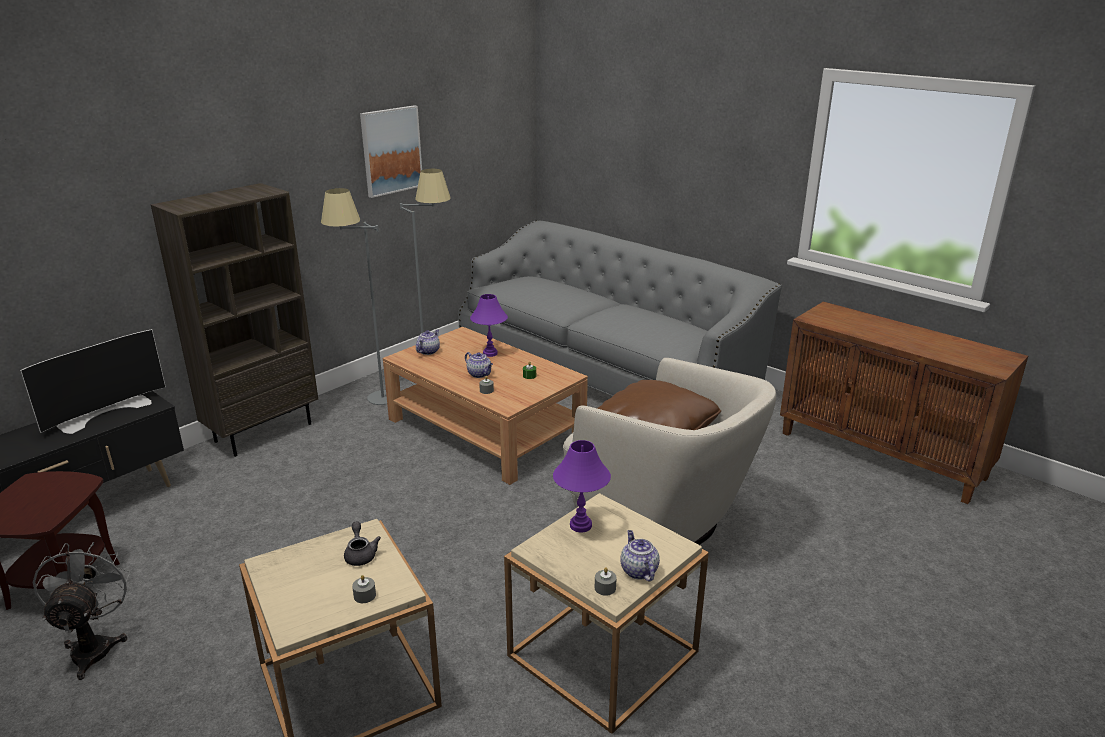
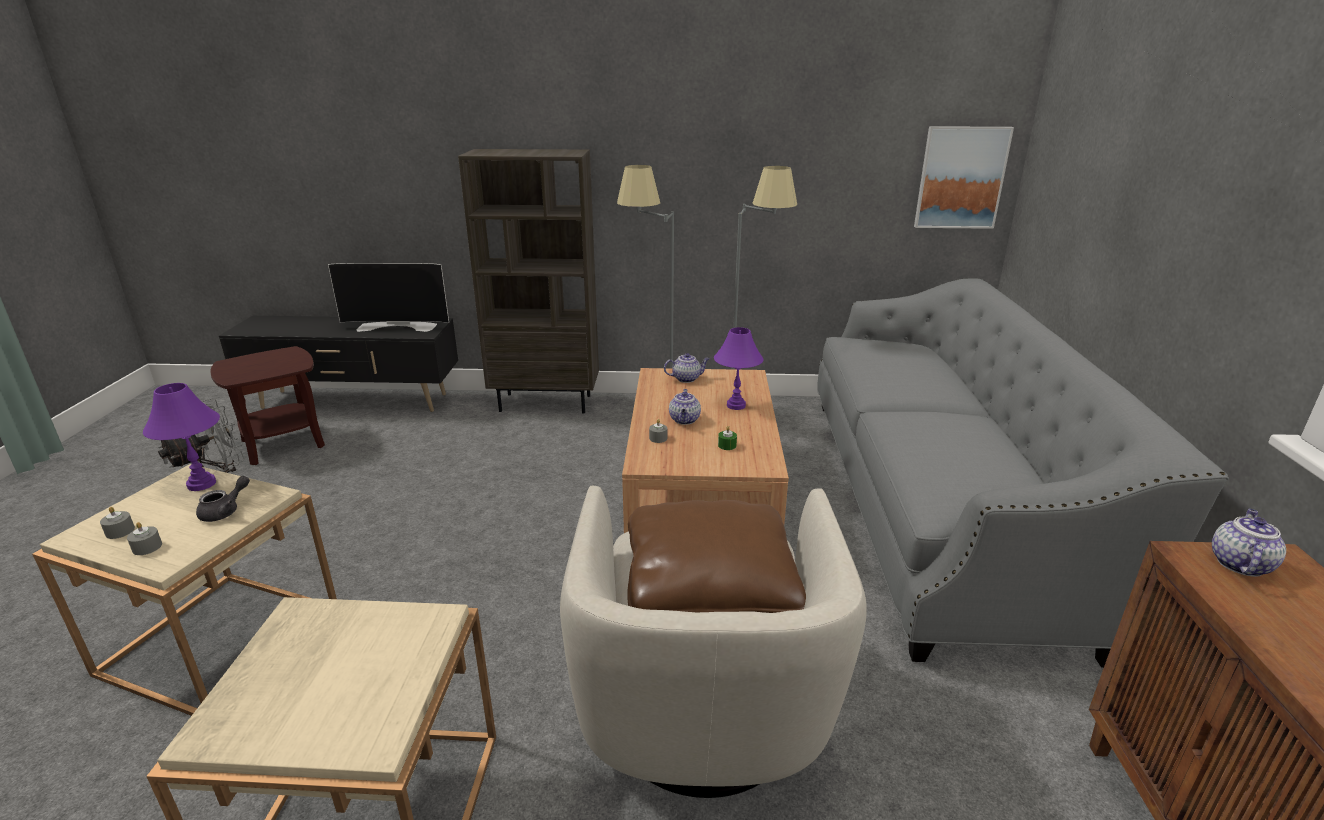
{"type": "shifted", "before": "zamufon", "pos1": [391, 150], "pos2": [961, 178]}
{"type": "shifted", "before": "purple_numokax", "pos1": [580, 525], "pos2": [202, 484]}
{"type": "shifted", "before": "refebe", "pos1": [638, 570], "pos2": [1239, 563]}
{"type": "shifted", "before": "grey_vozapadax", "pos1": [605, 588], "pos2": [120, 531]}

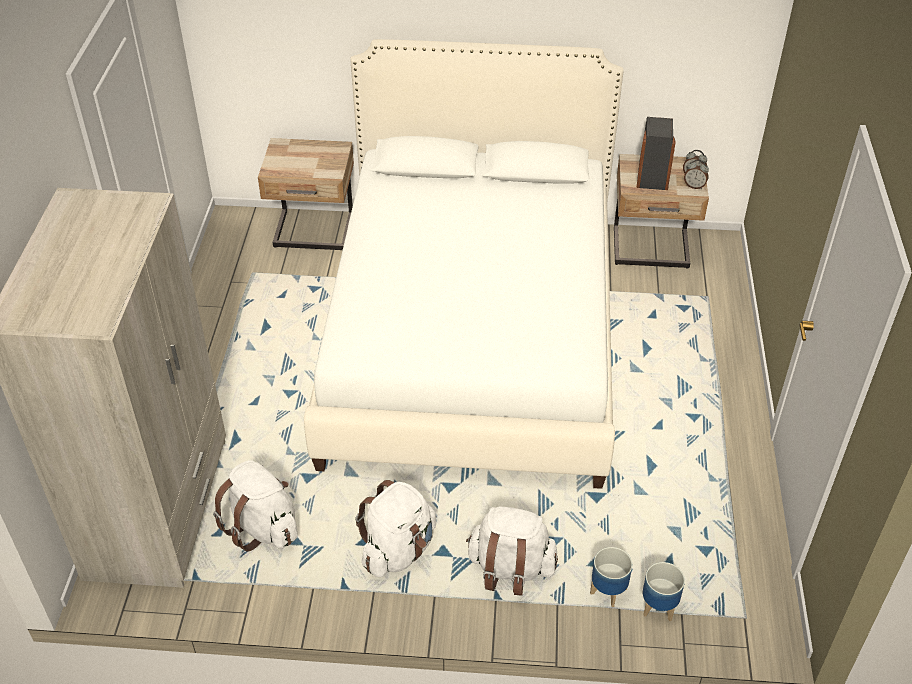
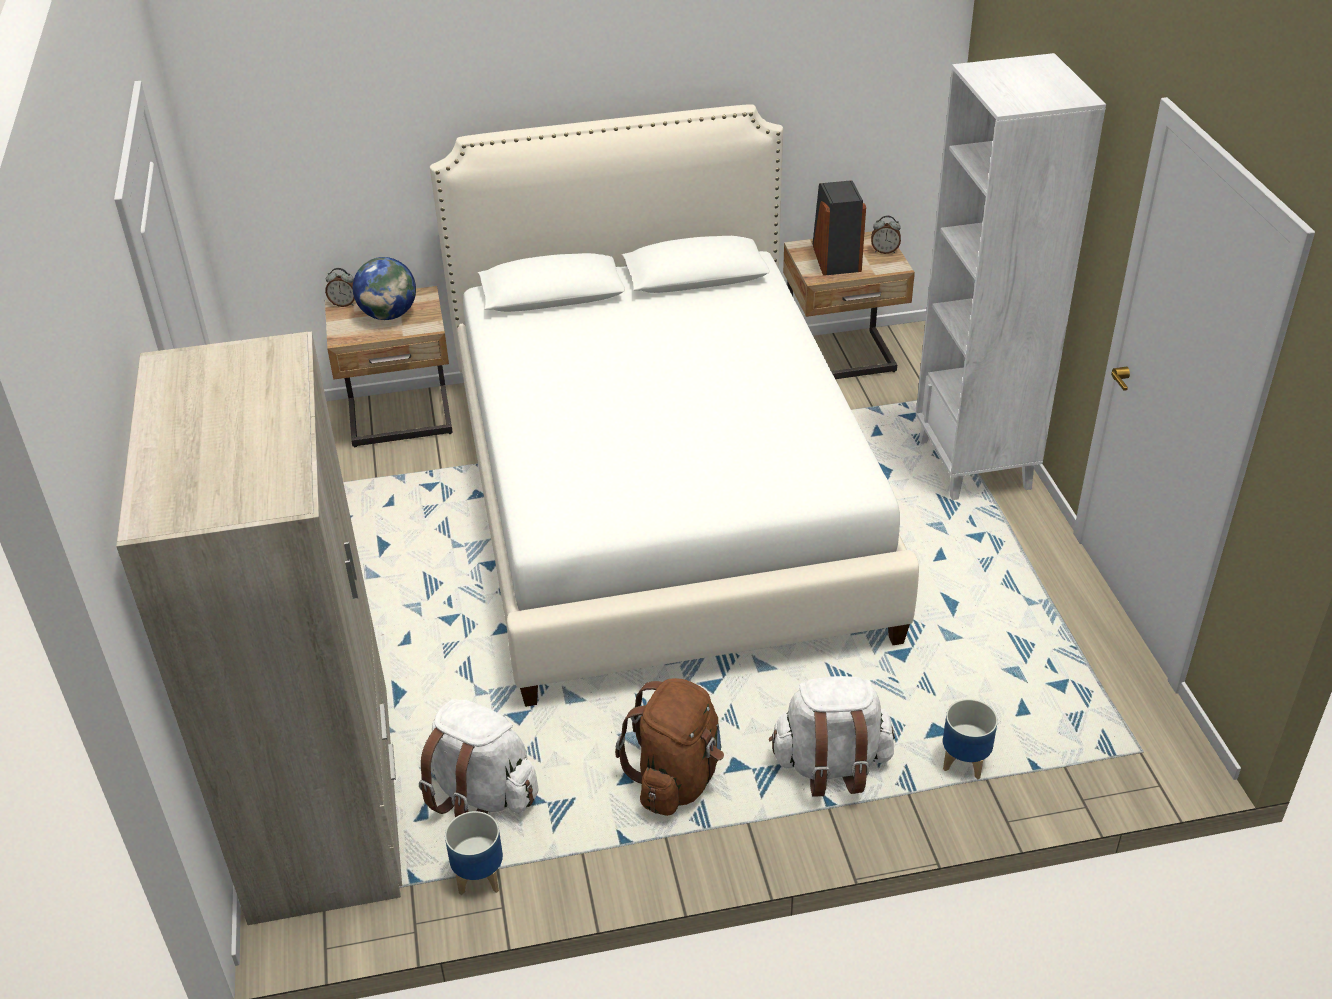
{"type": "shifted", "before": "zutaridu", "pos1": [694, 186], "pos2": [344, 304]}
{"type": "repainted", "before": "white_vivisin", "after": "brown_vivisin", "pos1": [398, 550], "pos2": [677, 778]}
{"type": "shifted", "before": "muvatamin", "pos1": [658, 606], "pos2": [479, 877]}
{"type": "new", "after": "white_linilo", "pos2": [975, 465]}
{"type": "new", "after": "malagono", "pos2": [389, 315]}

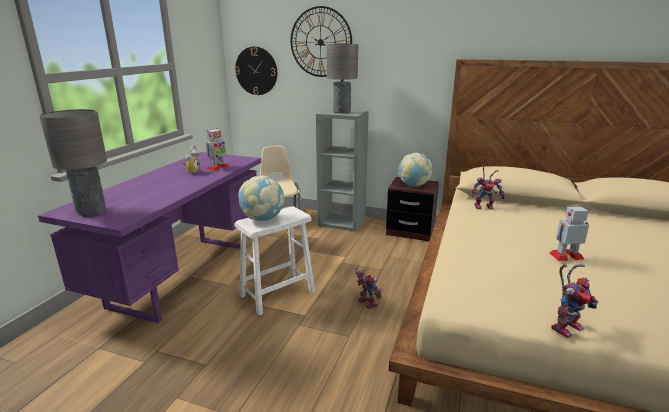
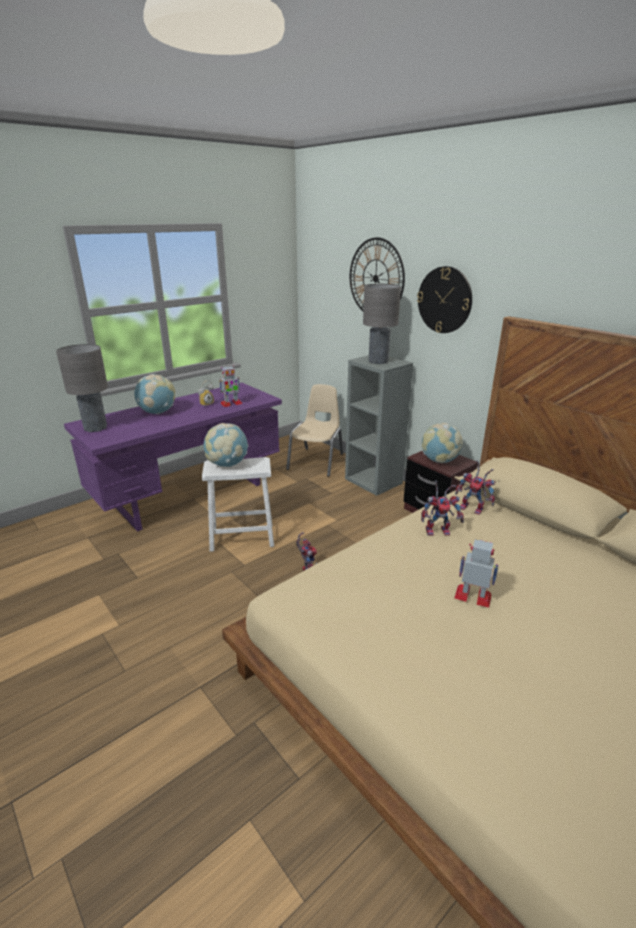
{"type": "shifted", "before": "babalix", "pos1": [256, 71], "pos2": [444, 300]}
{"type": "shifted", "before": "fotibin", "pos1": [566, 326], "pos2": [439, 530]}
{"type": "new", "after": "malagono", "pos2": [157, 412]}

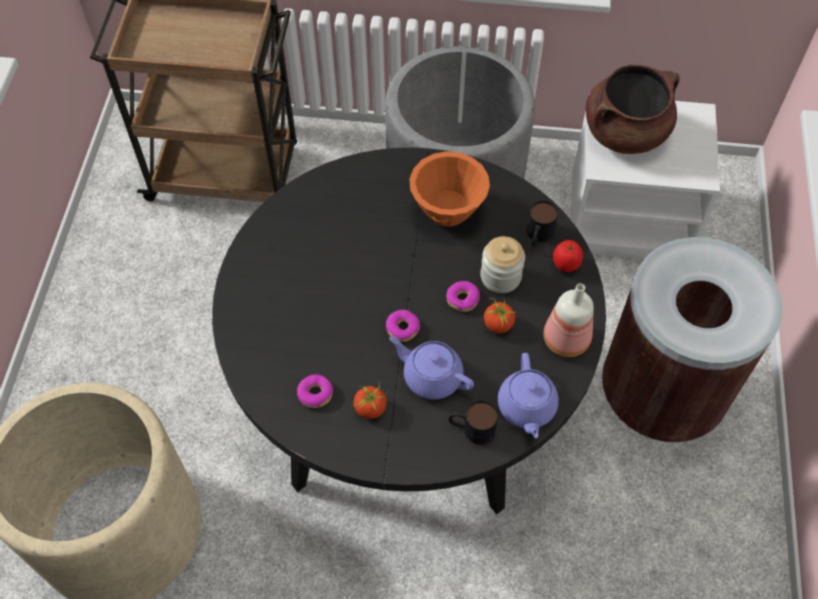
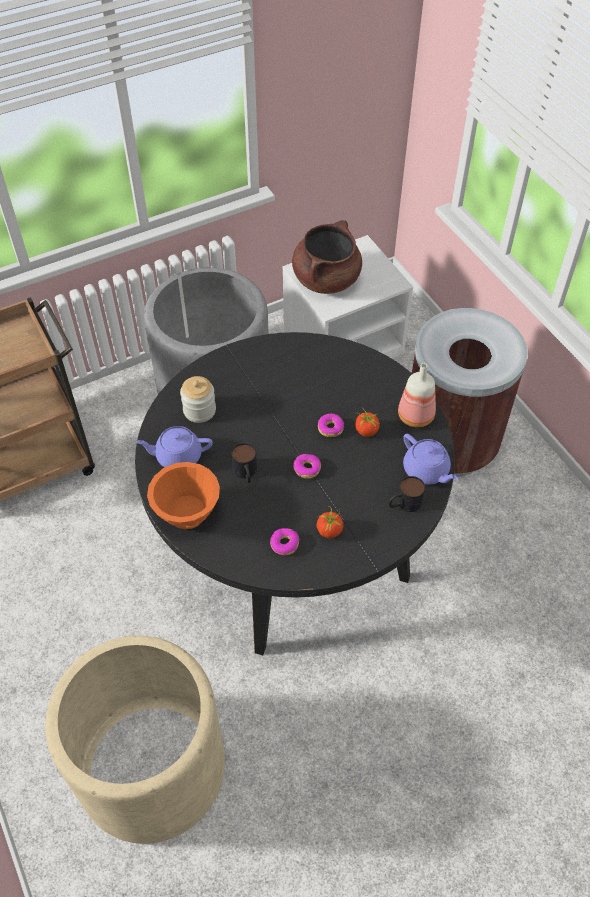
{"type": "shifted", "before": "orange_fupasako", "pos1": [447, 211], "pos2": [187, 514]}
{"type": "shifted", "before": "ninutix", "pos1": [538, 236], "pos2": [246, 473]}
{"type": "shifted", "before": "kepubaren", "pos1": [500, 277], "pos2": [199, 410]}
{"type": "gone", "before": "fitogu", "pos1": [566, 264]}
{"type": "shifted", "before": "purple_refebe", "pos1": [431, 376], "pos2": [177, 456]}

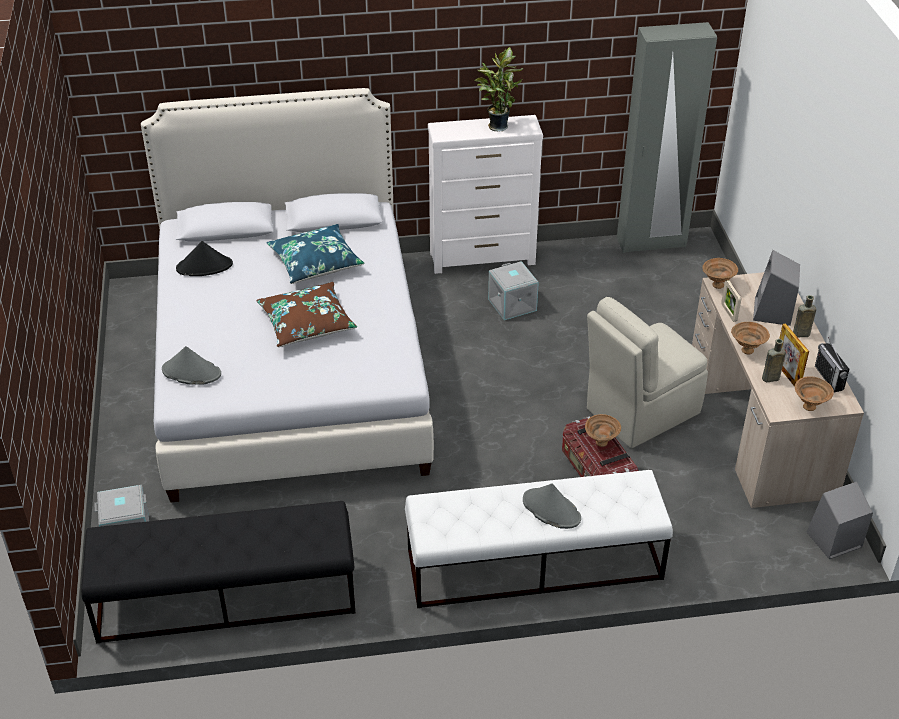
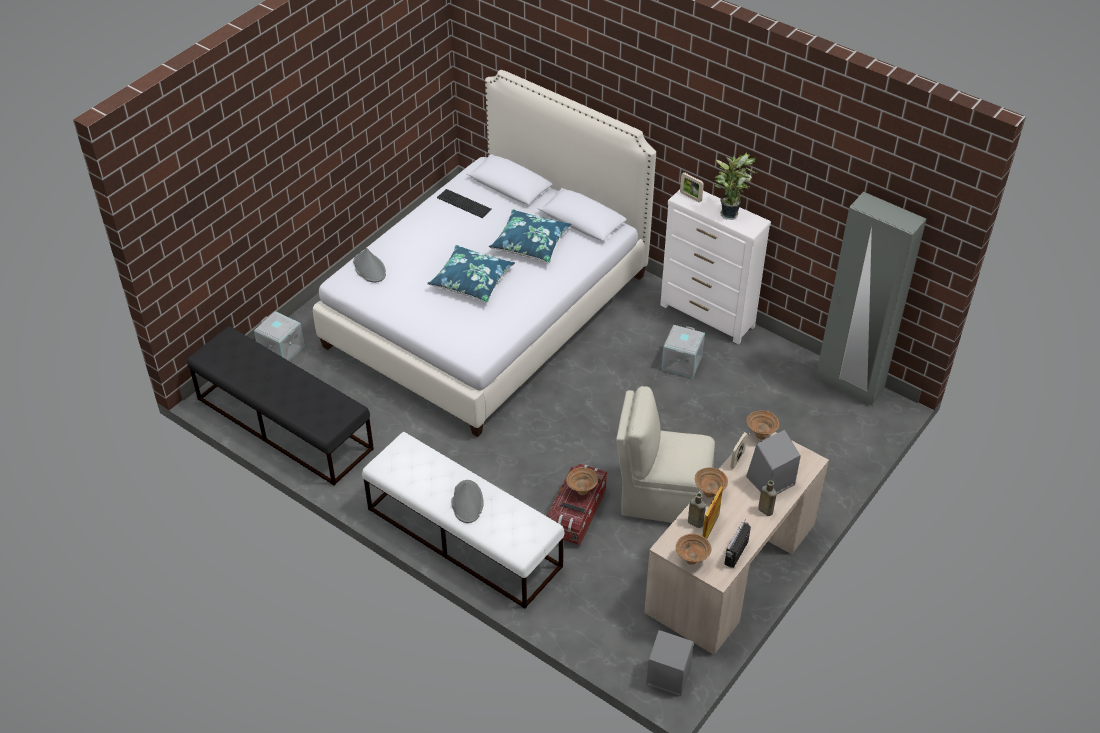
{"type": "swapped", "before": "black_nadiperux", "after": "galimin", "pos1": [204, 266], "pos2": [464, 203]}
{"type": "repainted", "before": "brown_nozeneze", "after": "blue_nozeneze", "pos1": [307, 323], "pos2": [471, 280]}
{"type": "new", "after": "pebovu", "pos2": [690, 197]}

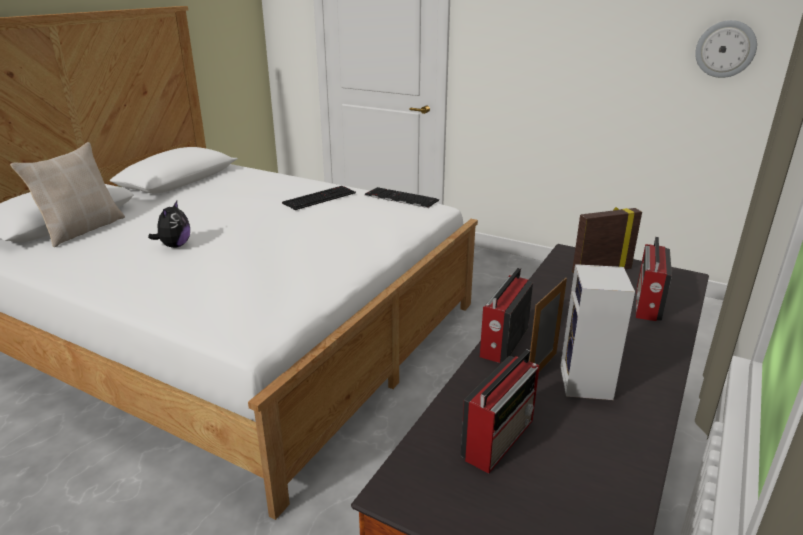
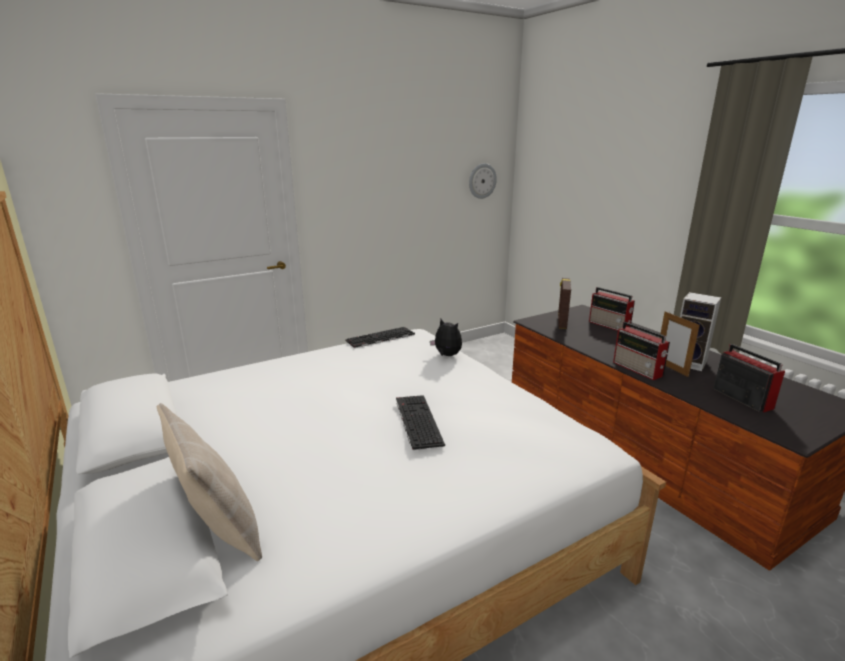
{"type": "shifted", "before": "galimin", "pos1": [319, 197], "pos2": [416, 420]}
{"type": "shifted", "before": "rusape", "pos1": [174, 246], "pos2": [446, 355]}

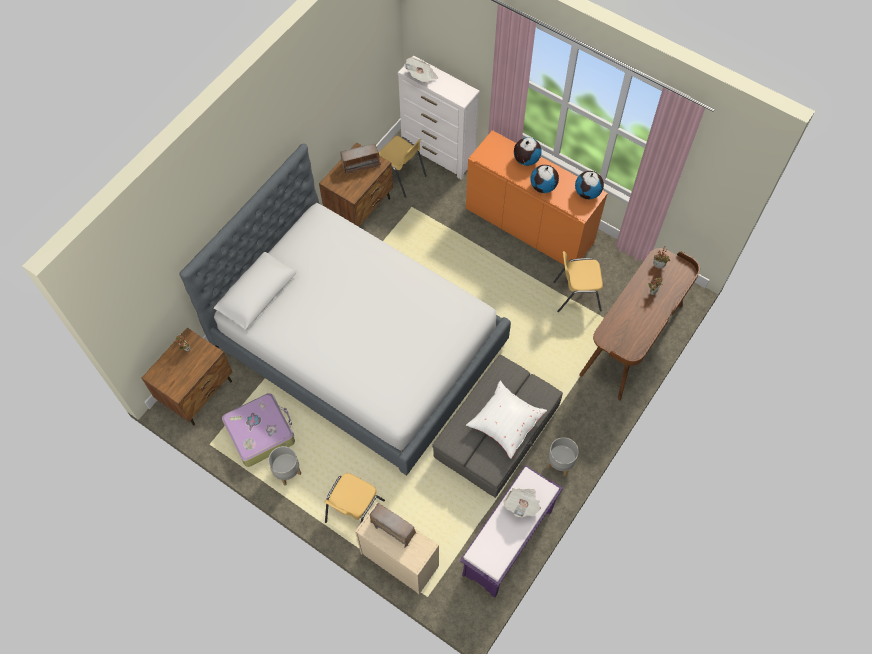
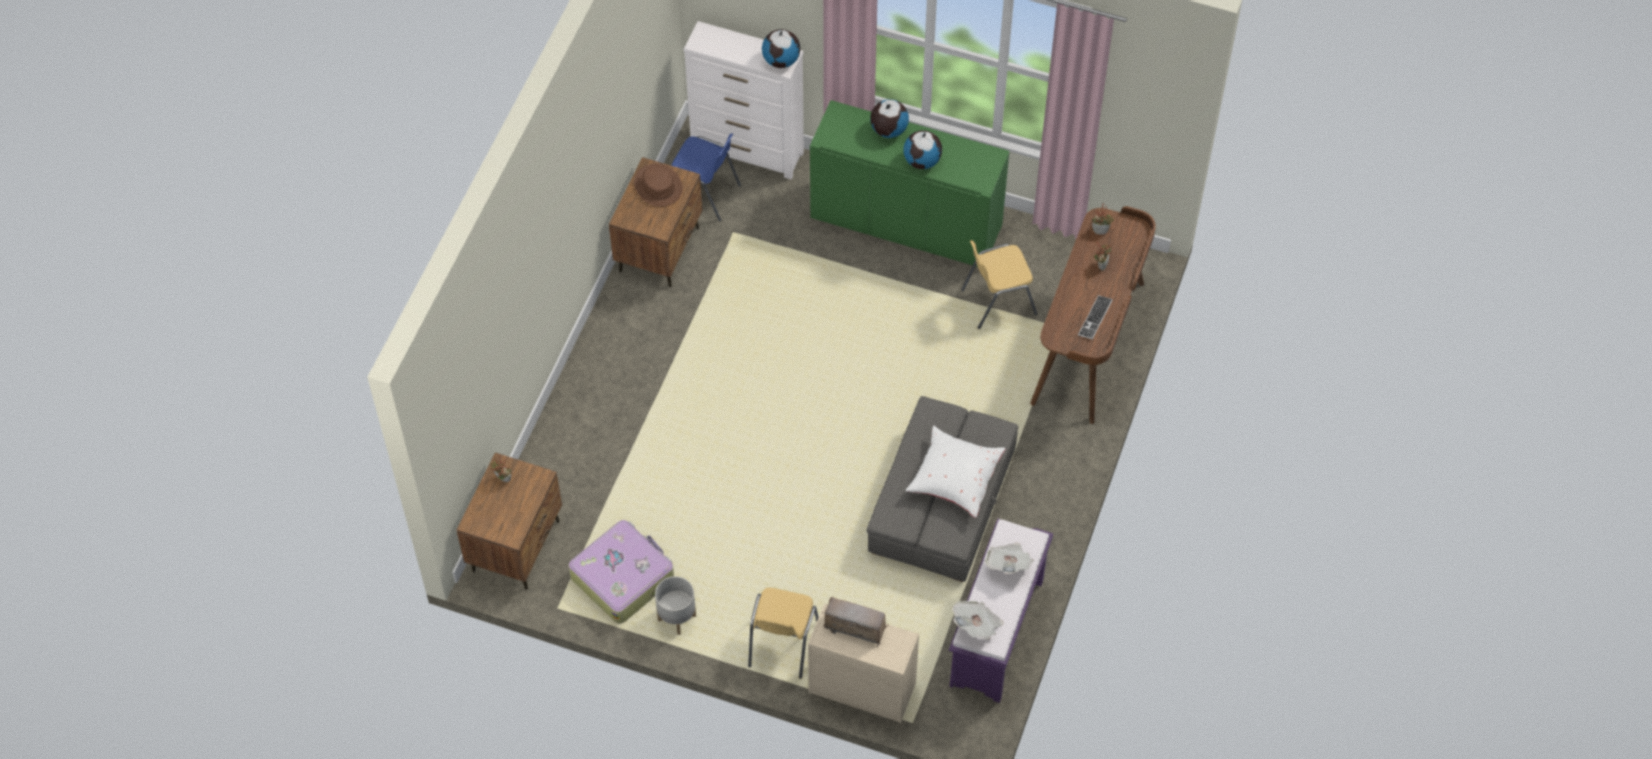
{"type": "shifted", "before": "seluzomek", "pos1": [421, 76], "pos2": [977, 625]}
{"type": "repainted", "before": "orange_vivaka", "after": "green_vivaka", "pos1": [529, 225], "pos2": [906, 222]}
{"type": "repainted", "before": "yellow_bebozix", "after": "blue_bebozix", "pos1": [400, 177], "pos2": [704, 194]}
{"type": "swapped", "before": "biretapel", "after": "brown_nadiperux", "pos1": [360, 164], "pos2": [658, 186]}
{"type": "gone", "before": "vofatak", "pos1": [359, 344]}
{"type": "shifted", "before": "malagono", "pos1": [587, 193], "pos2": [781, 60]}
{"type": "gone", "before": "grey_muvatamin", "pos1": [560, 464]}
{"type": "new", "after": "galimin", "pos2": [1095, 318]}

